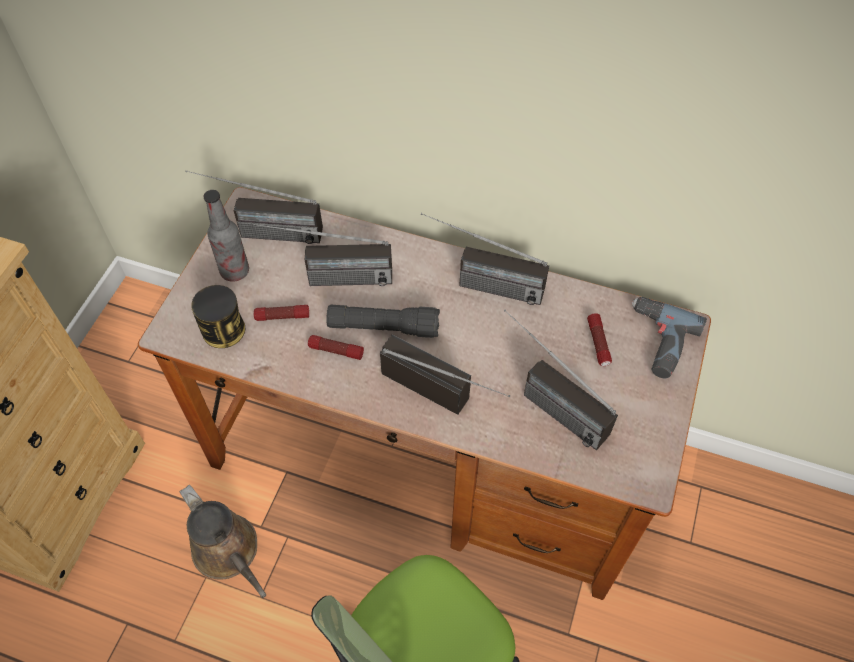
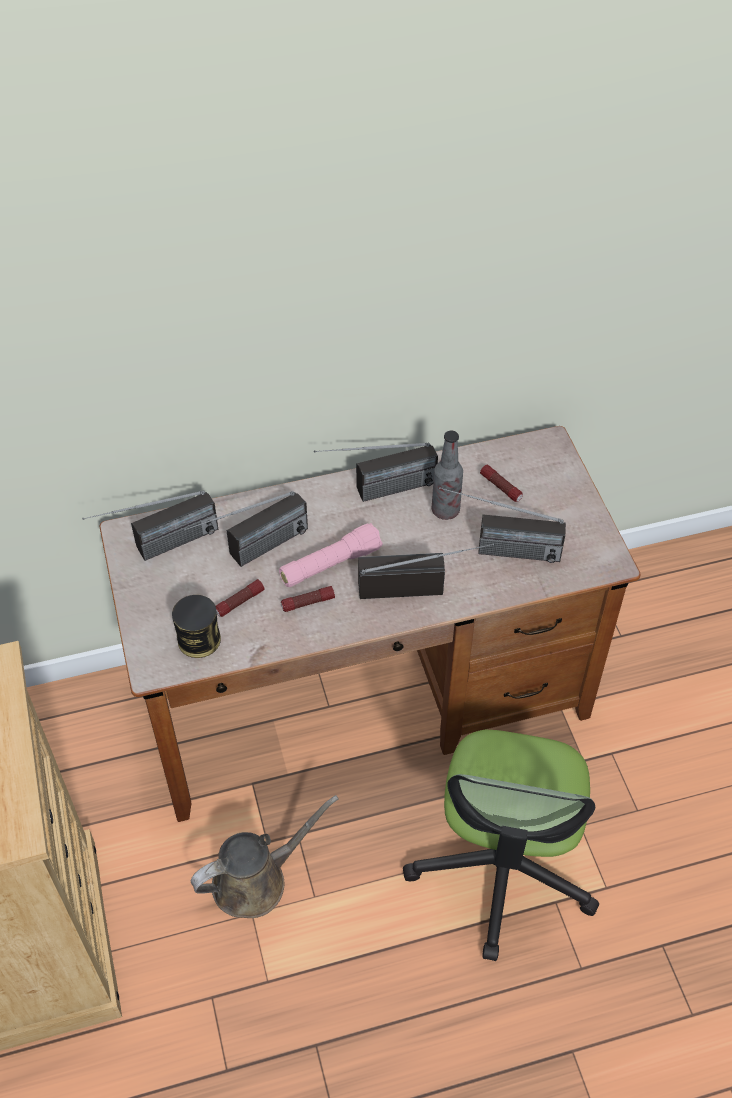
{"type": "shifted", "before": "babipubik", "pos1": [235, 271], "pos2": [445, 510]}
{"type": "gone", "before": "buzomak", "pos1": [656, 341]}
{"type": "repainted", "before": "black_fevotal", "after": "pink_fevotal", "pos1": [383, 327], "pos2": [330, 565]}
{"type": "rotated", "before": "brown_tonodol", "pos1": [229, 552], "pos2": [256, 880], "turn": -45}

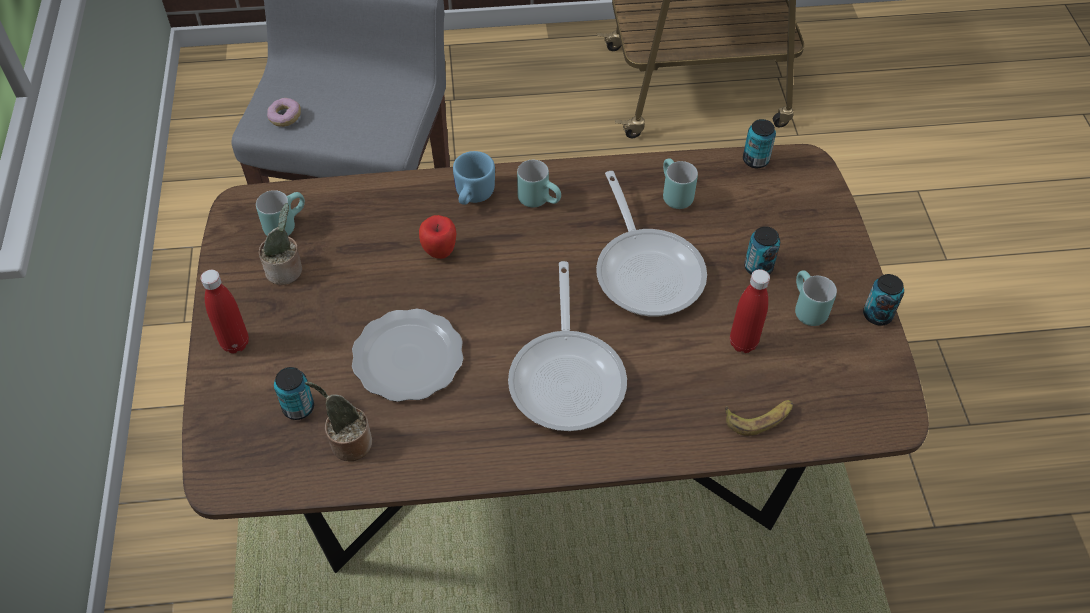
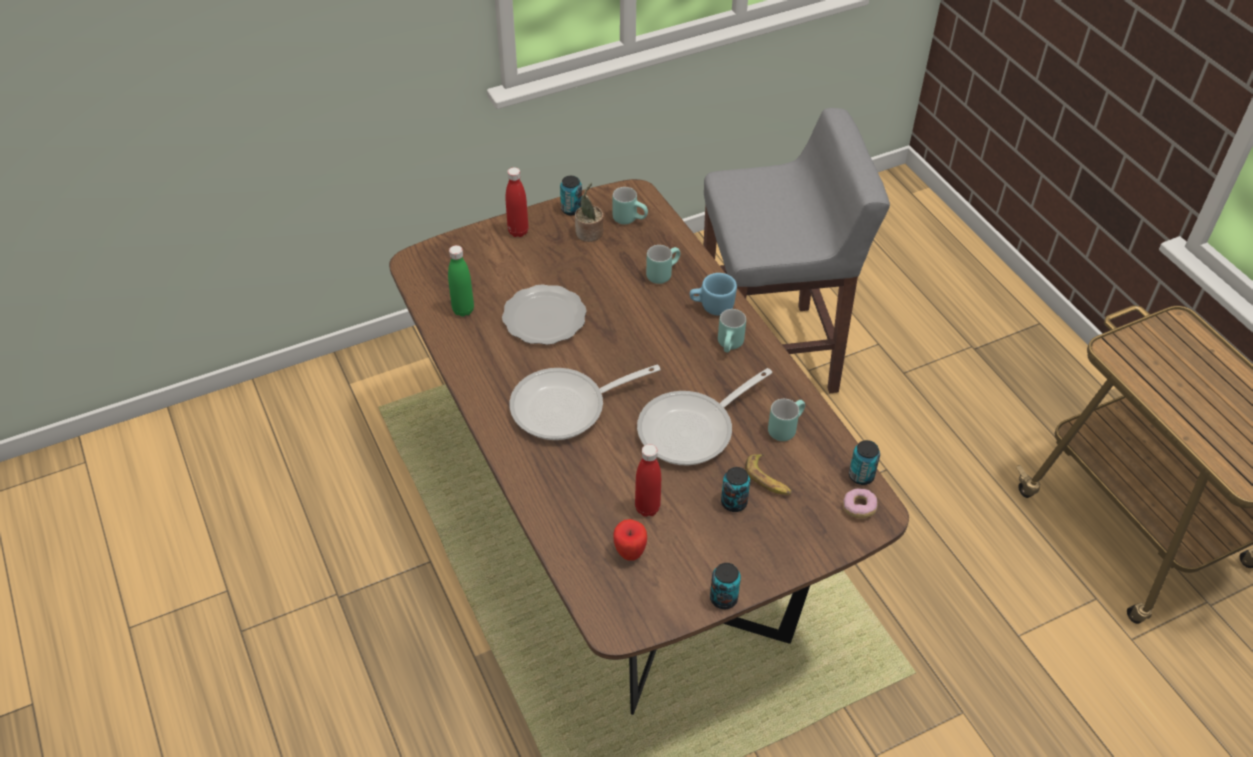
{"type": "shifted", "before": "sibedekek", "pos1": [285, 118], "pos2": [859, 508]}
{"type": "shifted", "before": "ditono", "pos1": [439, 253], "pos2": [630, 553]}
{"type": "shifted", "before": "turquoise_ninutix", "pos1": [805, 309], "pos2": [662, 273]}
{"type": "shifted", "before": "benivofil", "pos1": [298, 408], "pos2": [571, 209]}
{"type": "swapped", "before": "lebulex", "after": "green_babipubik", "pos1": [348, 443], "pos2": [463, 310]}
{"type": "shifted", "before": "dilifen", "pos1": [759, 418], "pos2": [768, 479]}

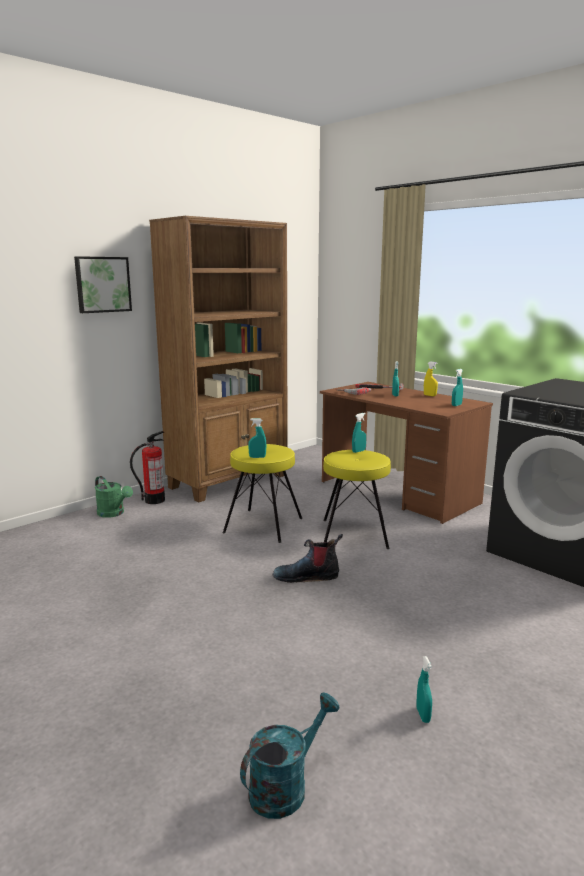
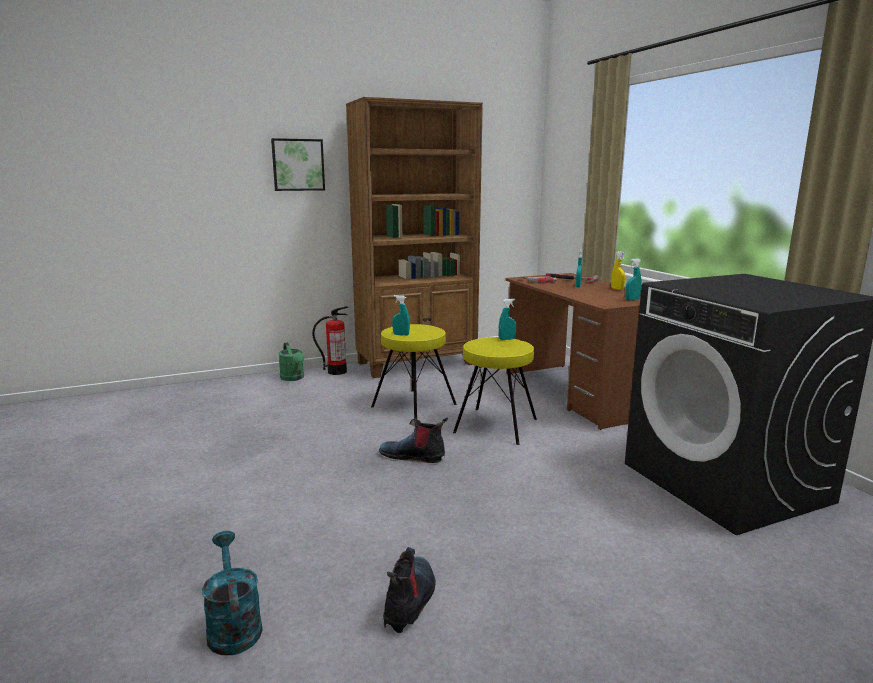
{"type": "swapped", "before": "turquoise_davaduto", "after": "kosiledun", "pos1": [423, 715], "pos2": [410, 600]}
{"type": "rotated", "before": "turquoise_tonodol", "pos1": [285, 786], "pos2": [233, 625], "turn": -90}

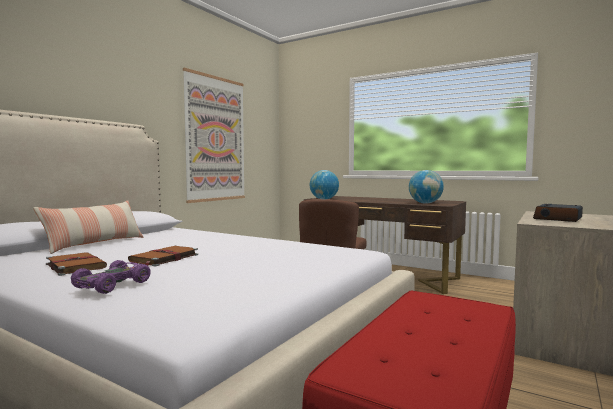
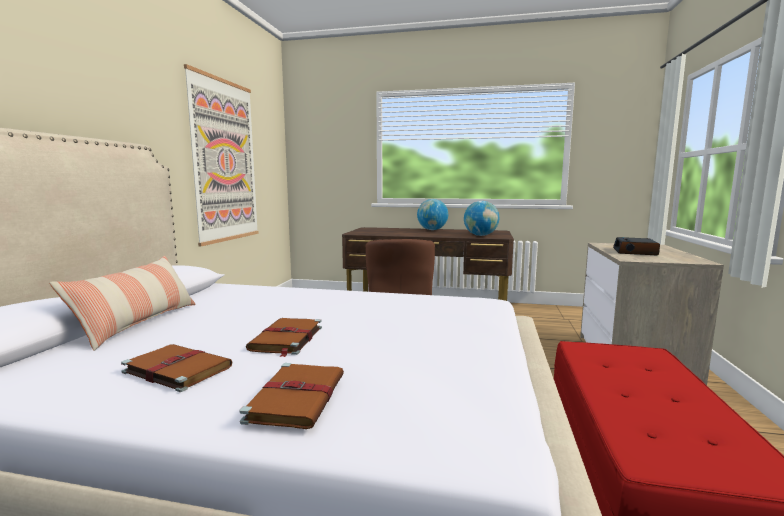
{"type": "shifted", "before": "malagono", "pos1": [324, 199], "pos2": [432, 230]}
{"type": "swapped", "before": "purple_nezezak", "after": "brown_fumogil", "pos1": [113, 284], "pos2": [297, 397]}

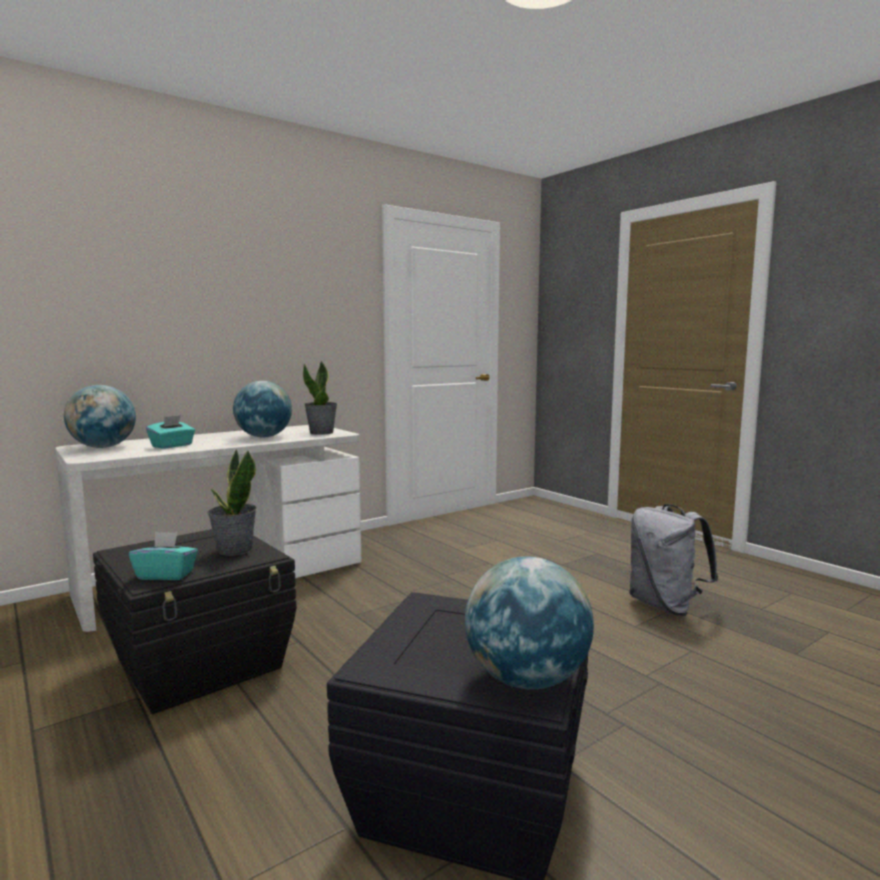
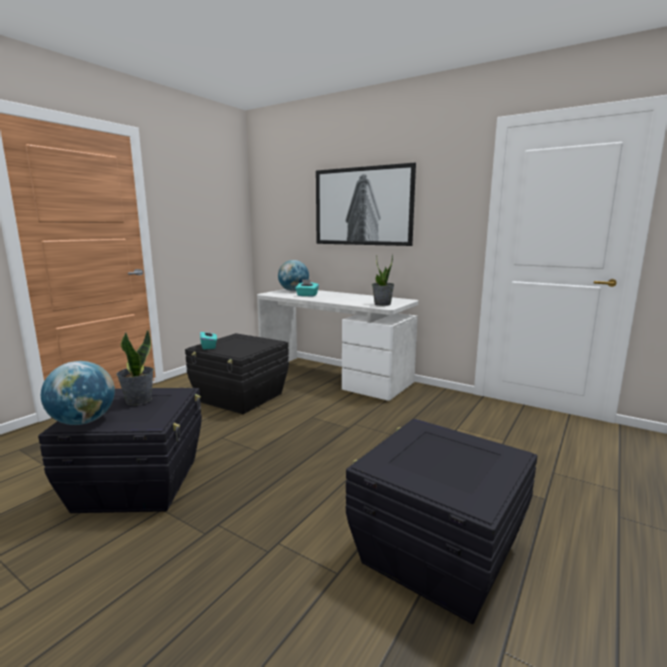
{"type": "gone", "before": "malagono", "pos1": [264, 437]}
{"type": "shifted", "before": "lebulex", "pos1": [234, 550], "pos2": [138, 400]}
{"type": "swapped", "before": "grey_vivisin", "after": "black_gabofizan", "pos1": [665, 606], "pos2": [436, 555]}
{"type": "new", "after": "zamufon", "pos2": [363, 206]}

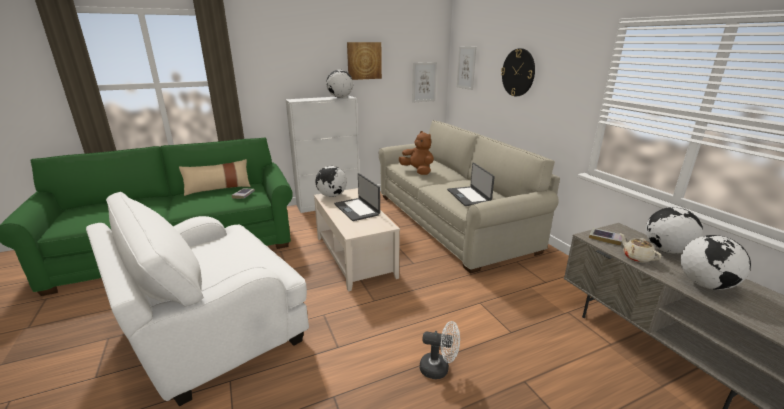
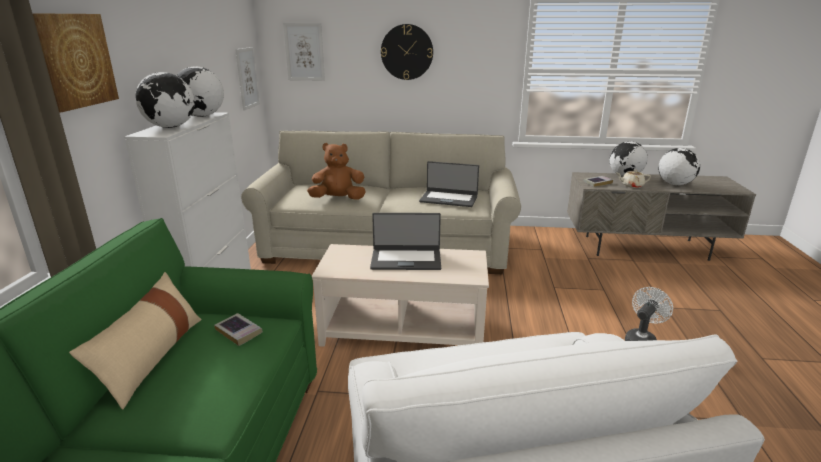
{"type": "shifted", "before": "zamufon", "pos1": [364, 60], "pos2": [74, 60]}
{"type": "shifted", "before": "malagono", "pos1": [332, 196], "pos2": [170, 127]}

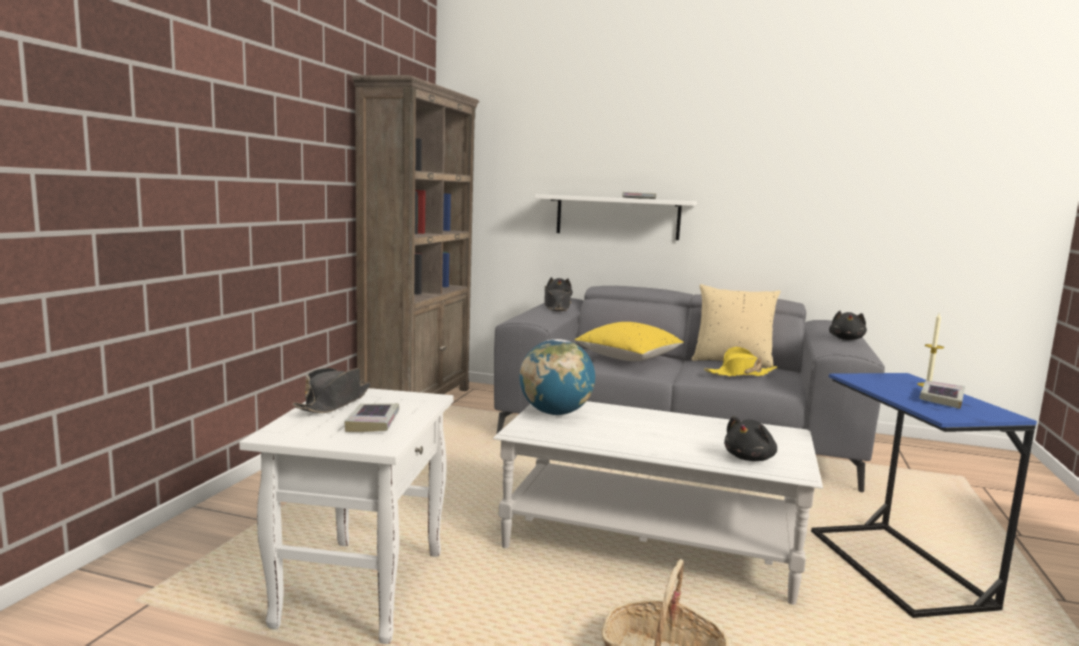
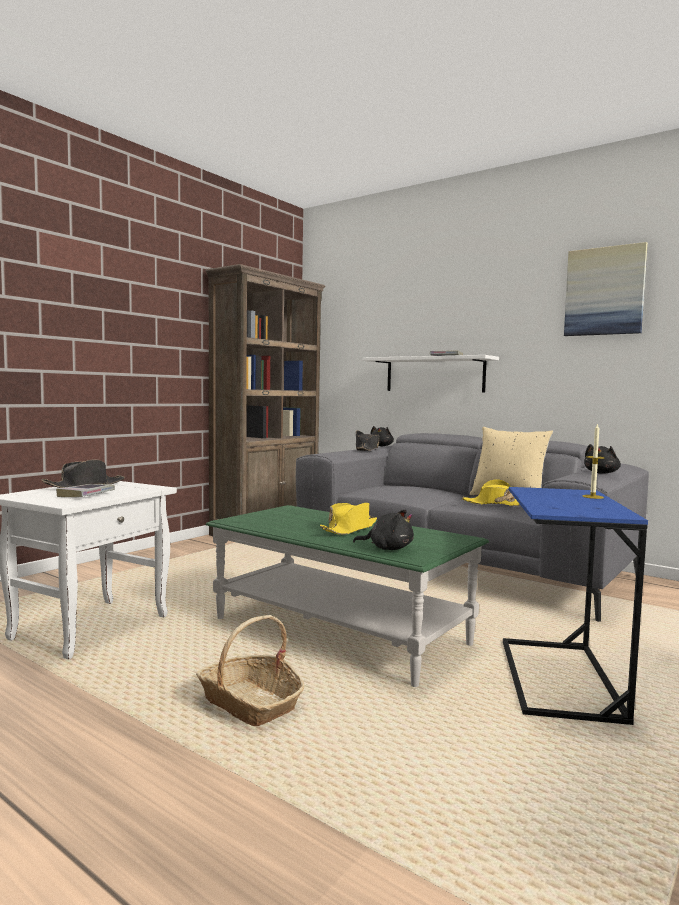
{"type": "gone", "before": "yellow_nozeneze", "pos1": [628, 358]}
{"type": "gone", "before": "malagono", "pos1": [555, 413]}
{"type": "gone", "before": "fumogil", "pos1": [941, 399]}
{"type": "repainted", "before": "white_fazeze", "after": "green_fazeze", "pos1": [650, 544], "pos2": [339, 631]}
{"type": "rotated", "before": "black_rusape", "pos1": [750, 458], "pos2": [387, 548], "turn": -135}
{"type": "new", "after": "zamufon", "pos2": [604, 291]}
{"type": "new", "after": "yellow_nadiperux", "pos2": [349, 529]}

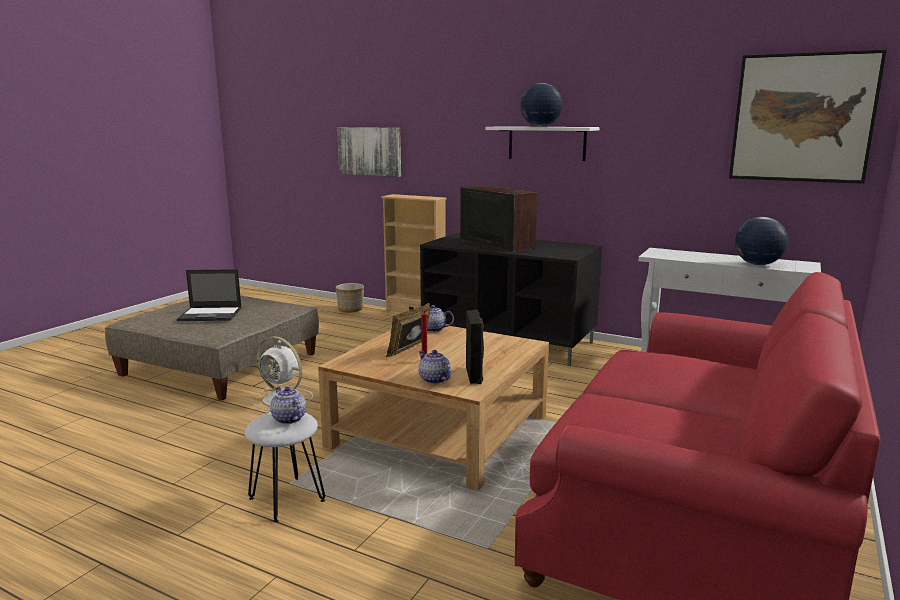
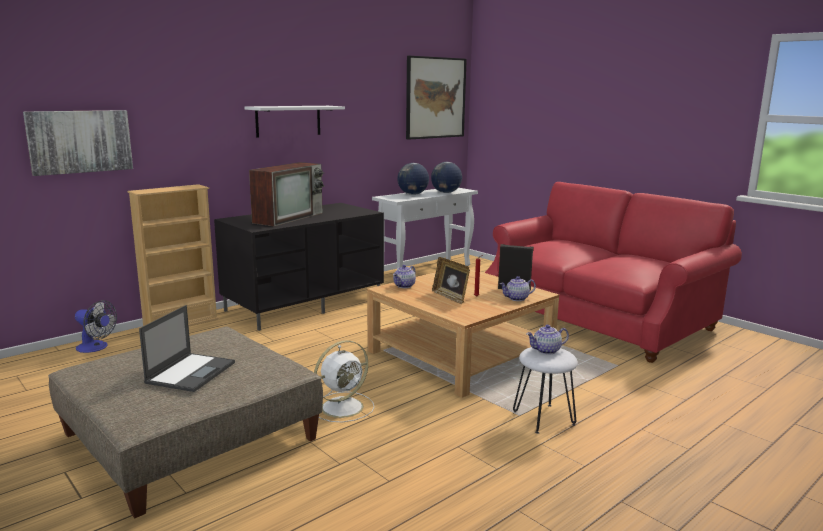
{"type": "shifted", "before": "malagono", "pos1": [540, 126], "pos2": [412, 194]}
{"type": "rotated", "before": "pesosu", "pos1": [494, 243], "pos2": [289, 217], "turn": 135}
{"type": "swapped", "before": "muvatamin", "after": "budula", "pos1": [351, 309], "pos2": [96, 348]}

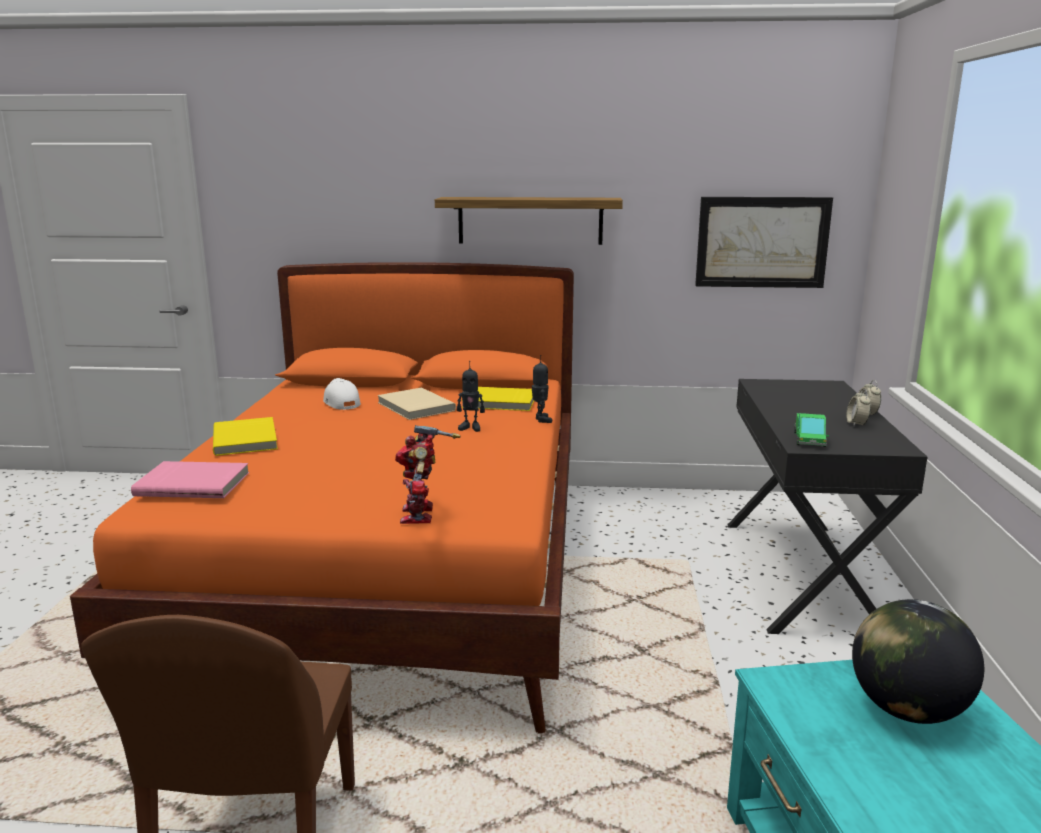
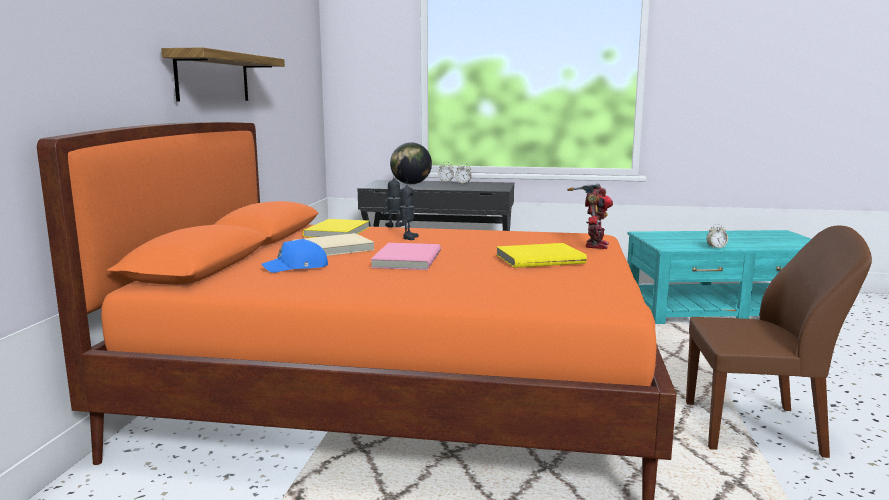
{"type": "gone", "before": "zamufon", "pos1": [762, 242]}
{"type": "repainted", "before": "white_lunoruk", "after": "blue_lunoruk", "pos1": [340, 403], "pos2": [297, 267]}
{"type": "gone", "before": "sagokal", "pos1": [809, 439]}
{"type": "shifted", "before": "yellow_fumogil", "pos1": [247, 439], "pos2": [539, 258]}
{"type": "rotated", "before": "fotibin", "pos1": [421, 514], "pos2": [594, 245], "turn": -75}
{"type": "shifted", "before": "pink_fumogil", "pos1": [193, 483], "pos2": [405, 260]}
{"type": "shifted", "before": "malagono", "pos1": [907, 710], "pos2": [411, 184]}
{"type": "new", "after": "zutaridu", "pos2": [716, 247]}

